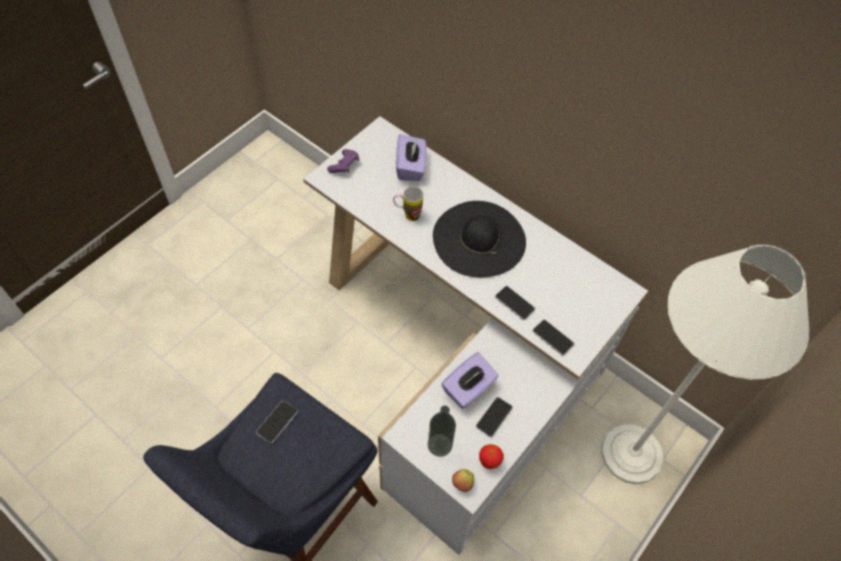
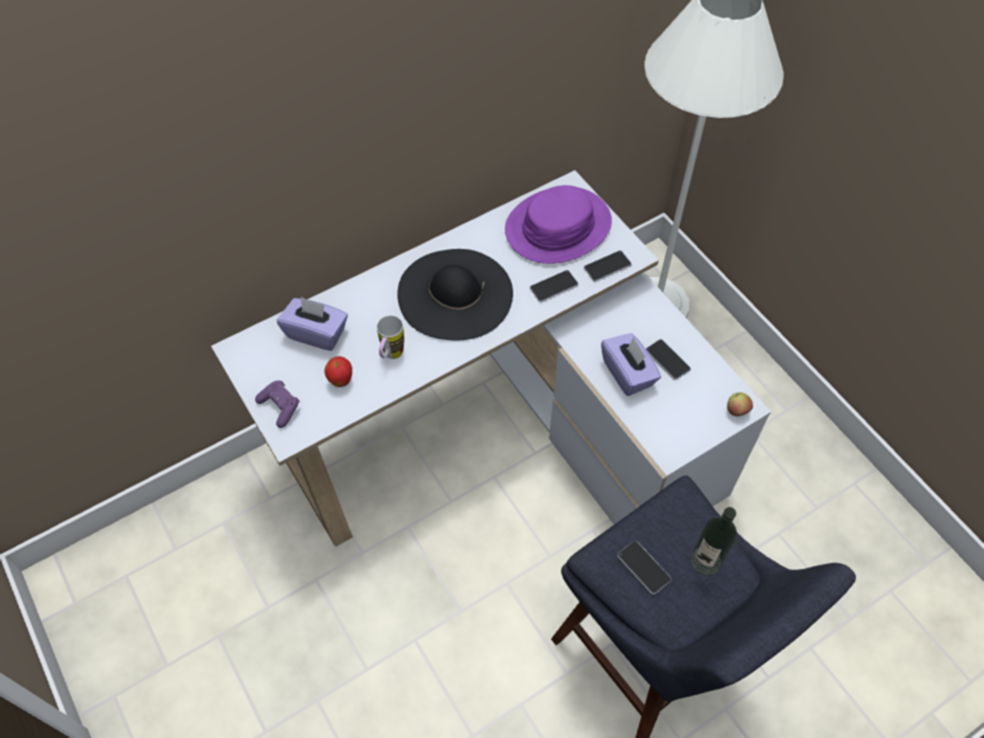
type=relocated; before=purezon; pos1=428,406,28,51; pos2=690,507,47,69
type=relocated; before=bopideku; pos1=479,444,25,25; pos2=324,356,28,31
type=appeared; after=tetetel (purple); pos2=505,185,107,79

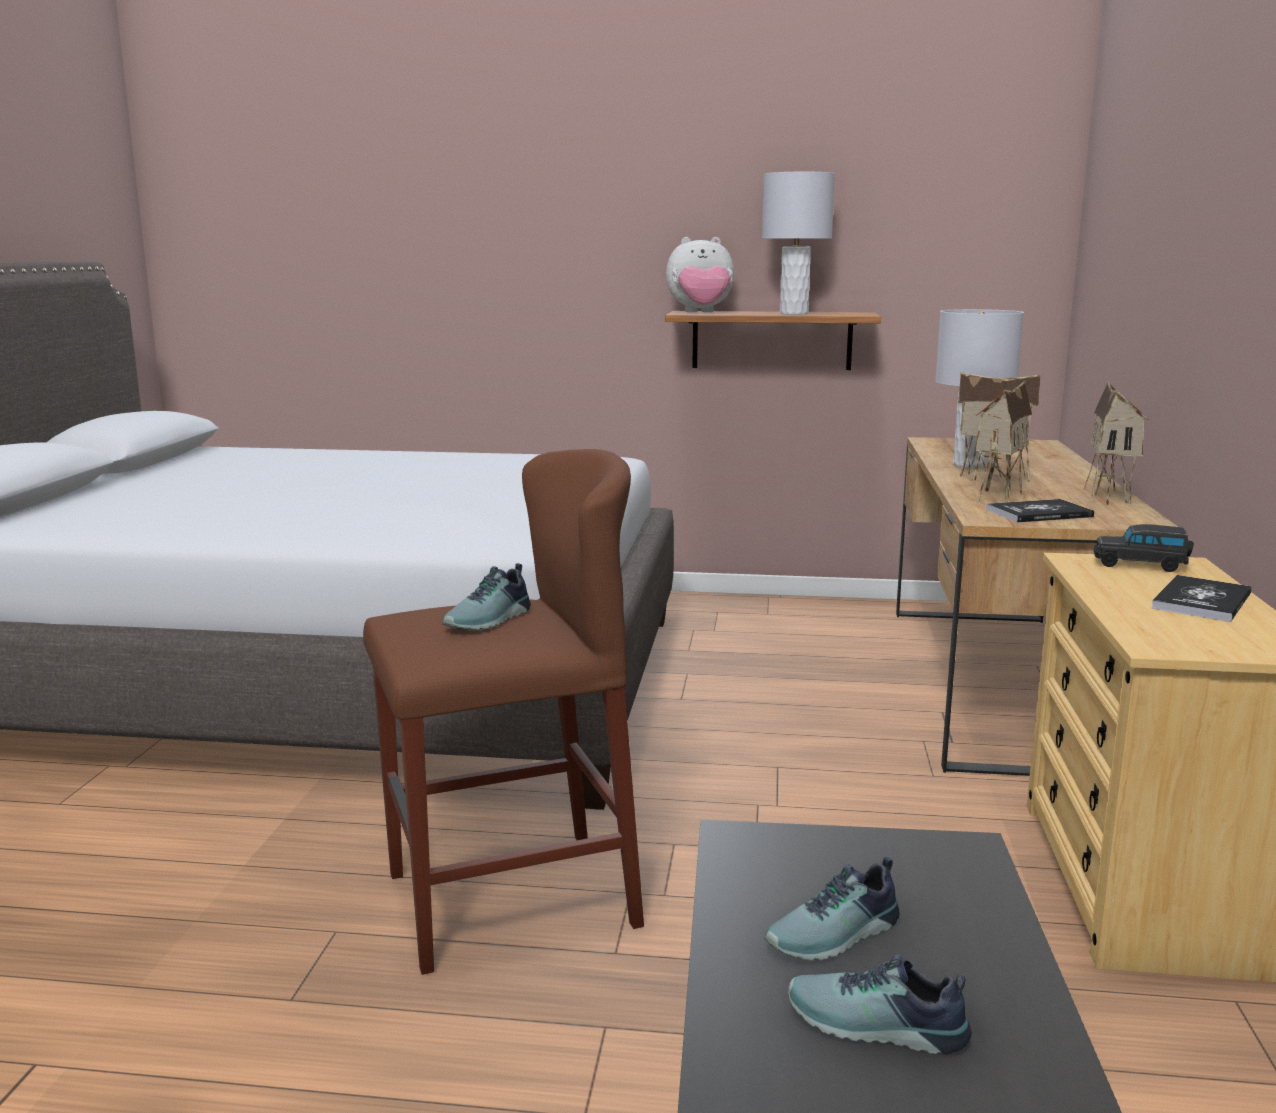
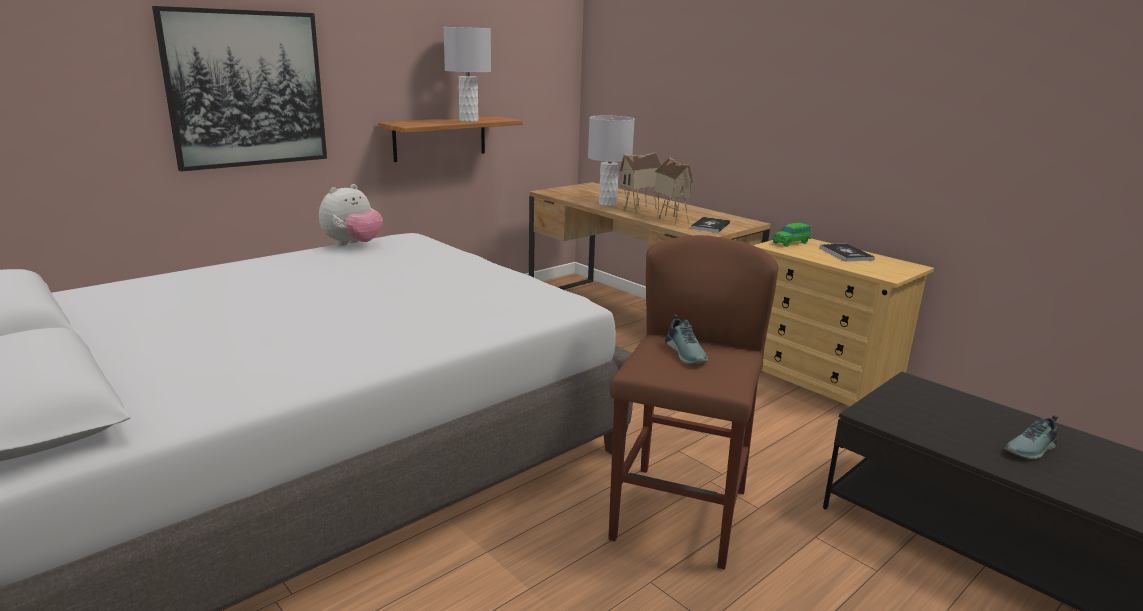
type=relocated; before=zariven; pos1=666,237,68,75; pos2=319,184,64,62
type=missing; before=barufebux; pos1=1084,381,65,124
type=colour; before=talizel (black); after=talizel (green); pos1=1094,524,100,48; pos2=772,223,39,24
type=missing; before=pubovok; pos1=764,856,136,105
type=appeared; after=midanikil; pos2=152,6,175,166

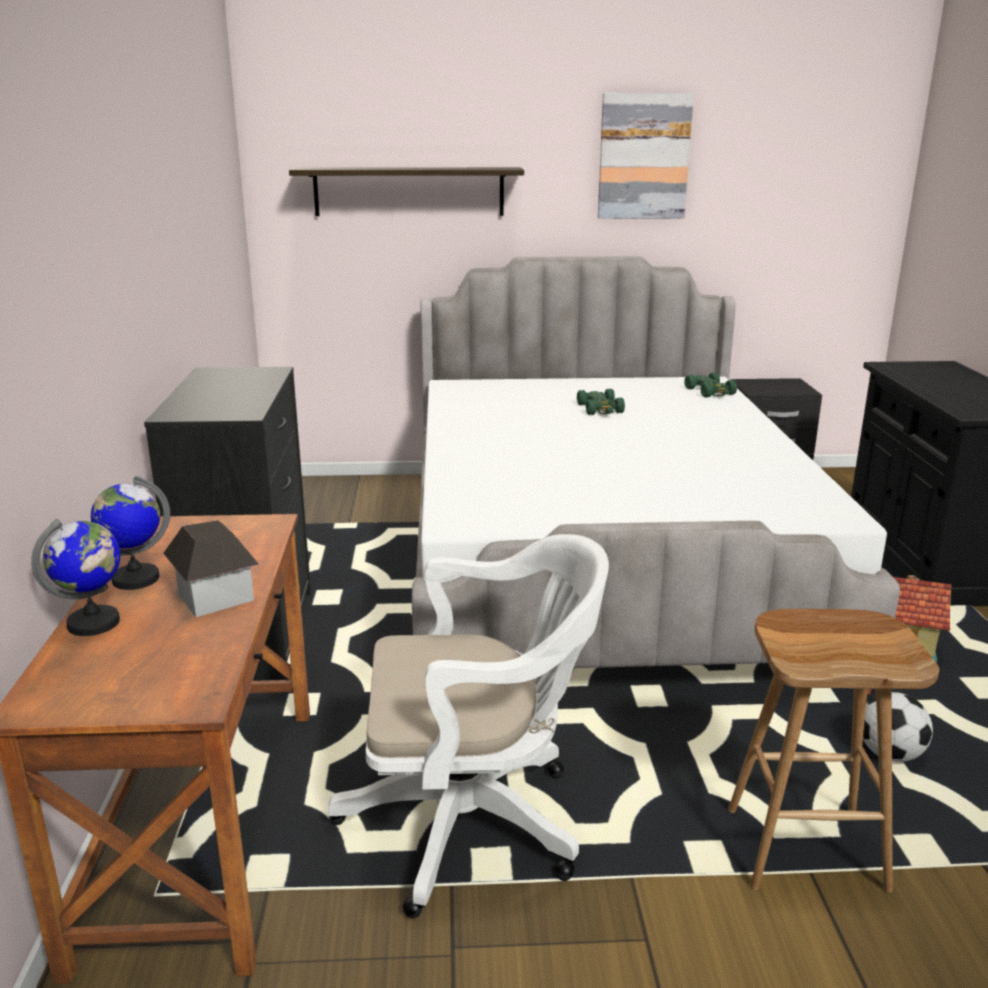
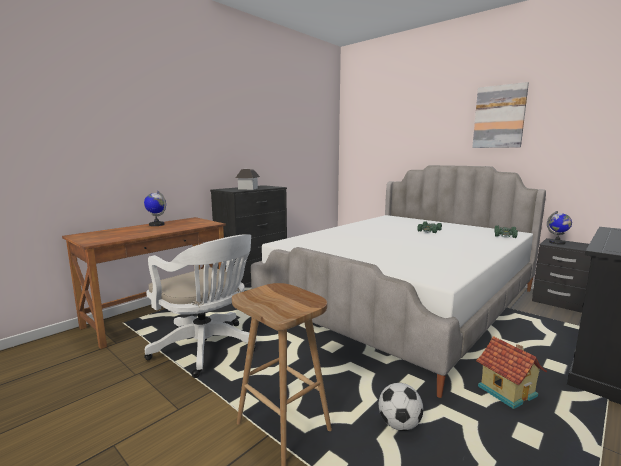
type=missing; before=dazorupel; pos1=289,167,235,49
type=relocated; before=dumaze; pos1=31,519,89,117; pos2=547,211,25,34
type=relocated; before=barufebux; pos1=163,520,96,97; pos2=236,169,24,21

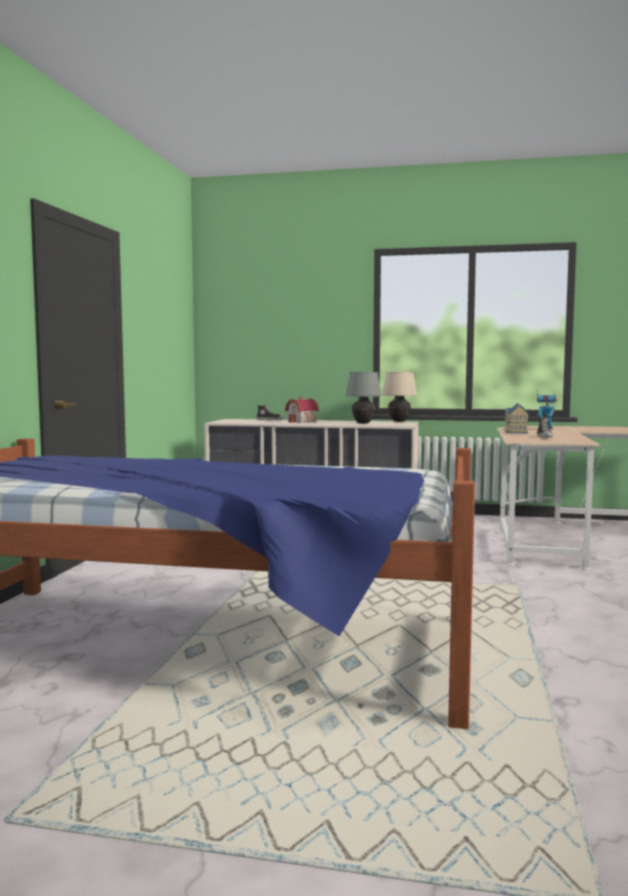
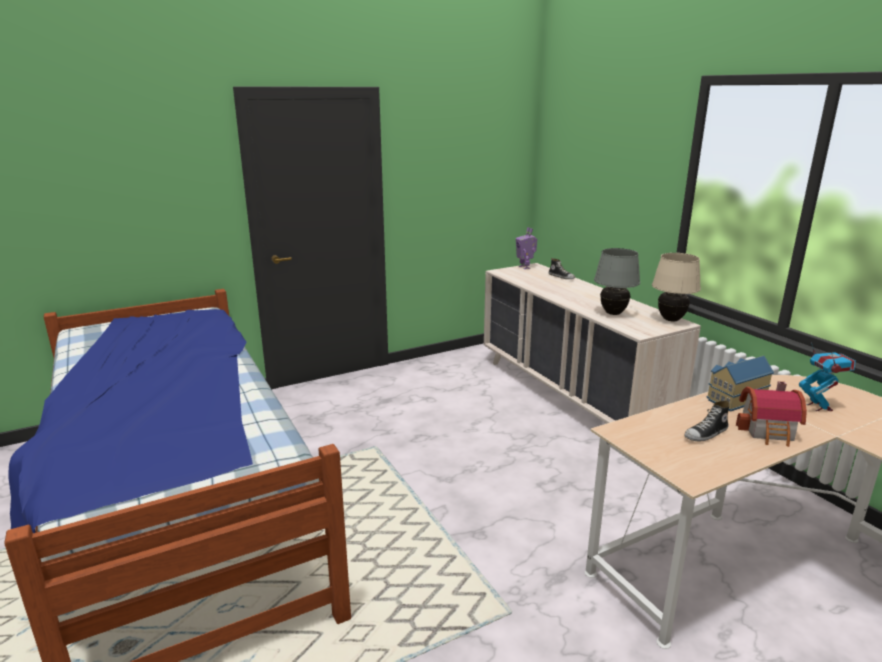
type=relocated; before=barufebux; pos1=285,397,34,26; pos2=736,381,71,66
type=appeared; after=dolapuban; pos2=516,227,21,42

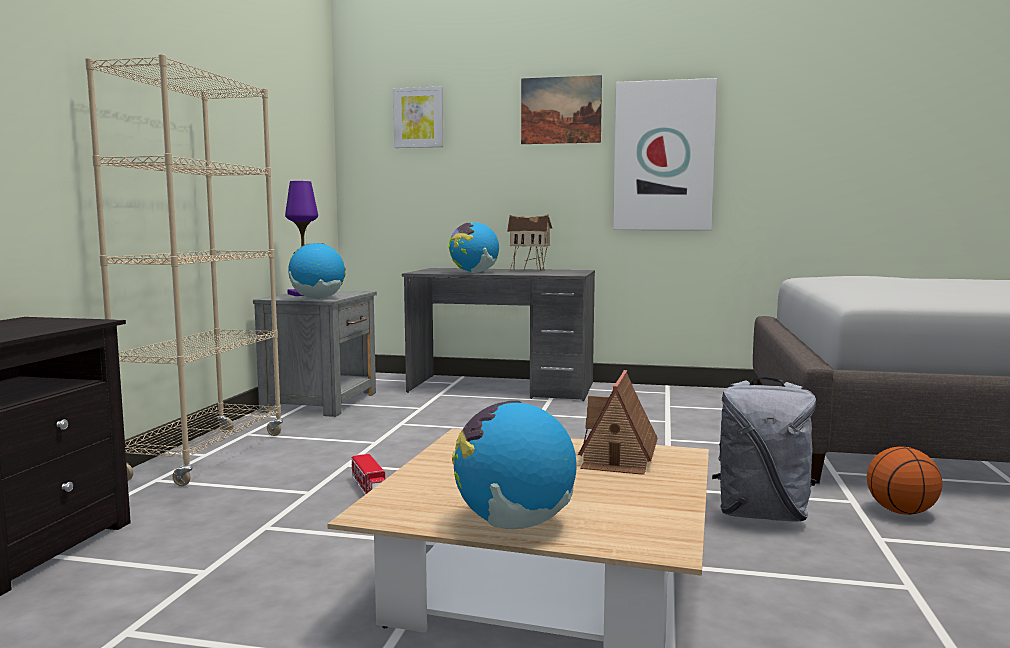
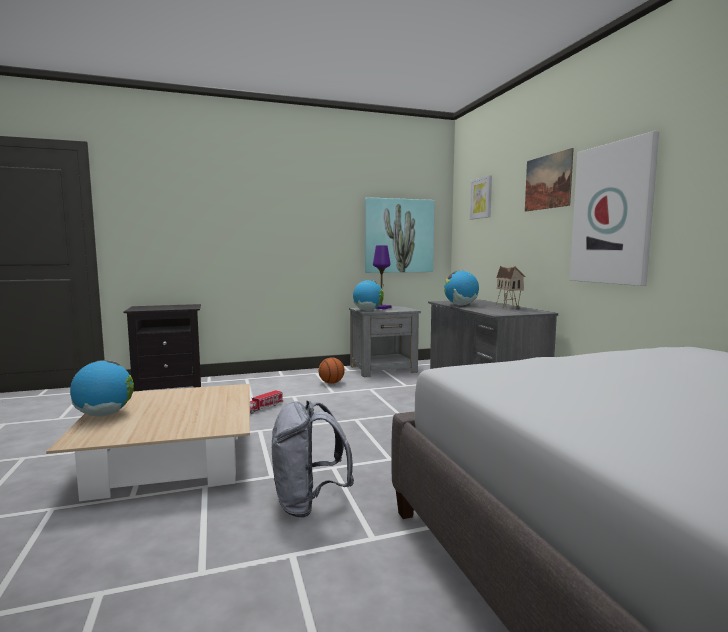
type=missing; before=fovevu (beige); pos1=85,54,198,432
type=missing; before=barufebux; pos1=578,370,80,105
type=relocated; before=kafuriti; pos1=867,447,75,68; pos2=318,357,27,27
type=appeared; after=midanikil; pos2=365,197,70,76

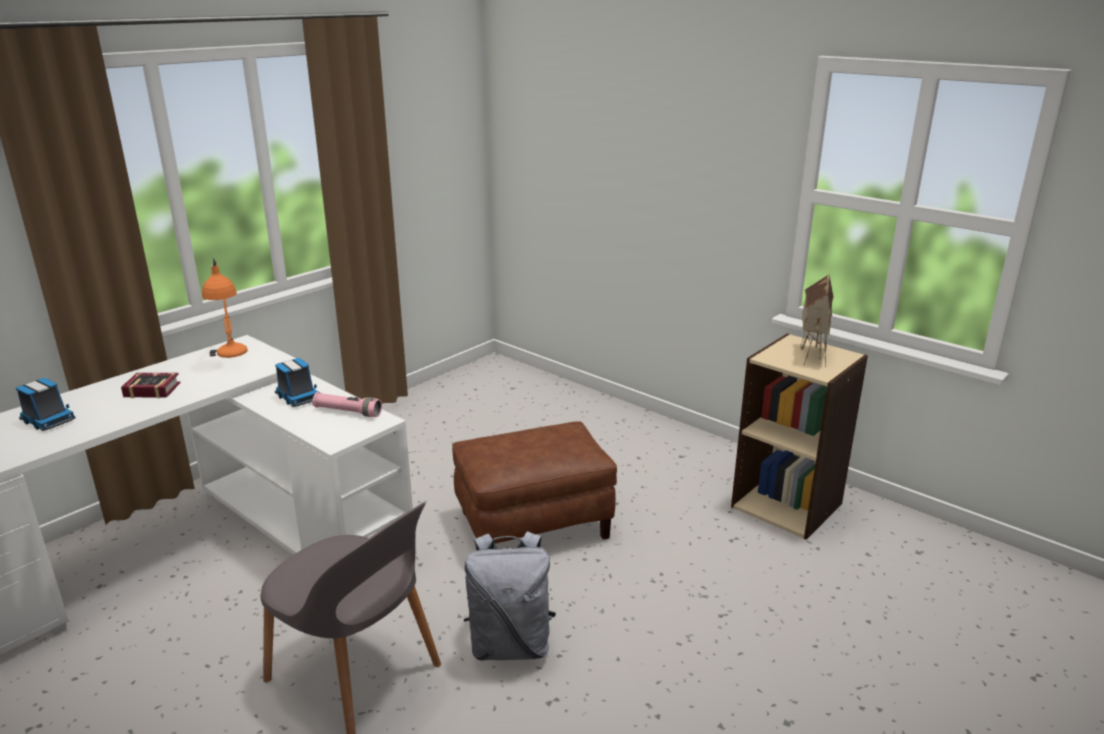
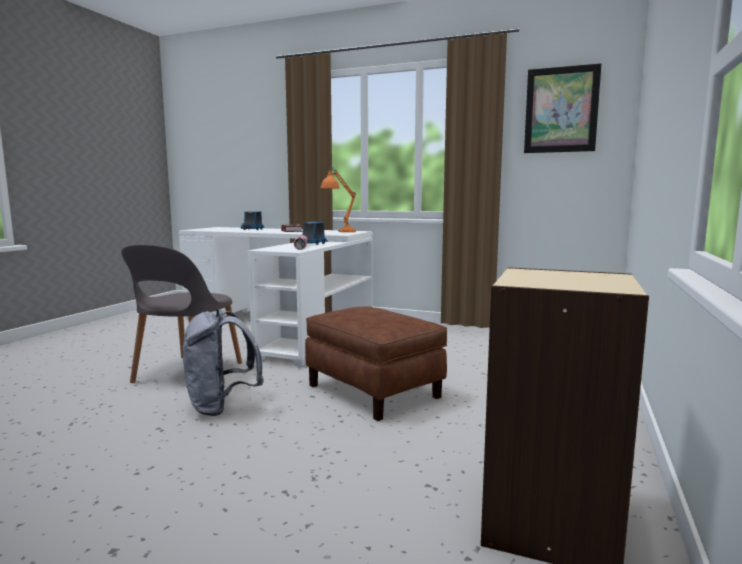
type=missing; before=barufebux; pos1=800,274,33,93
type=appeared; after=midanikil; pos2=524,63,77,90

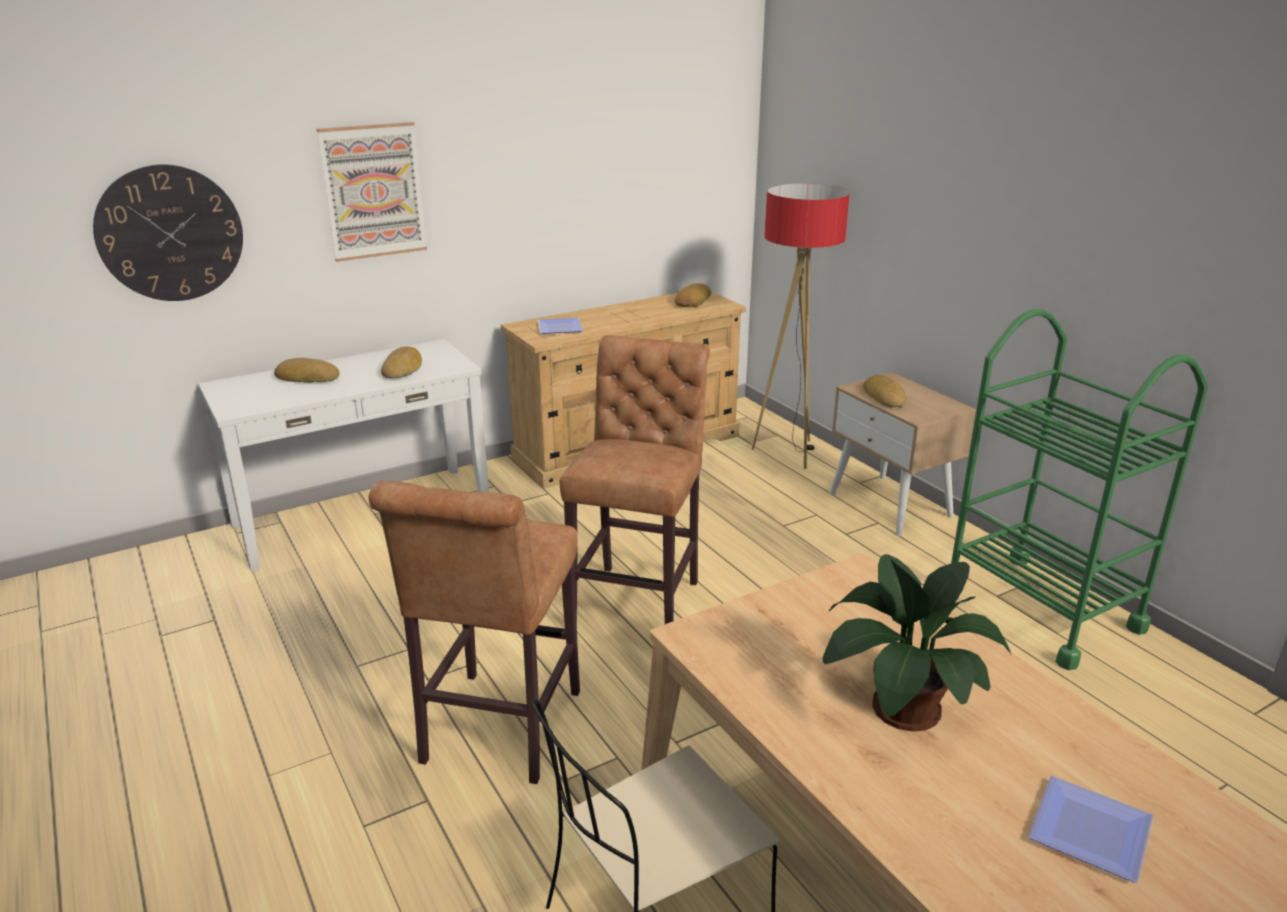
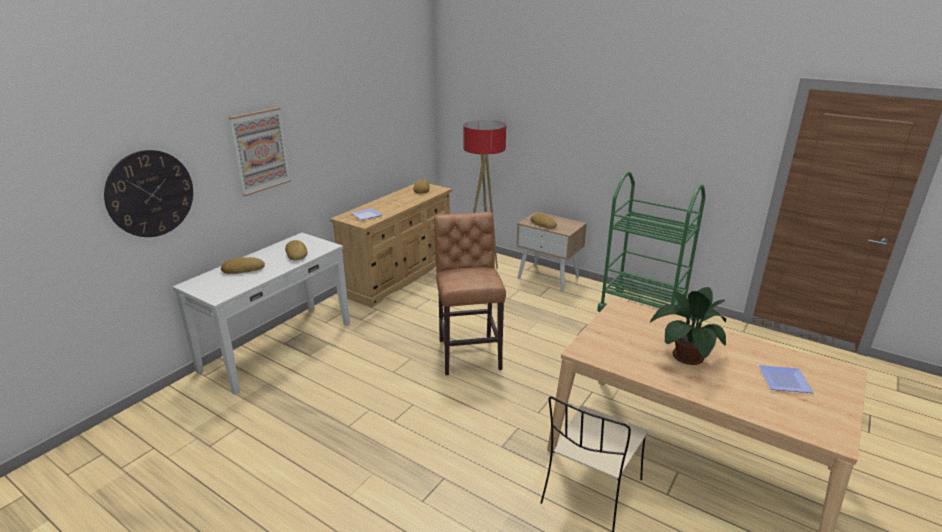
type=missing; before=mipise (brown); pos1=369,481,211,303

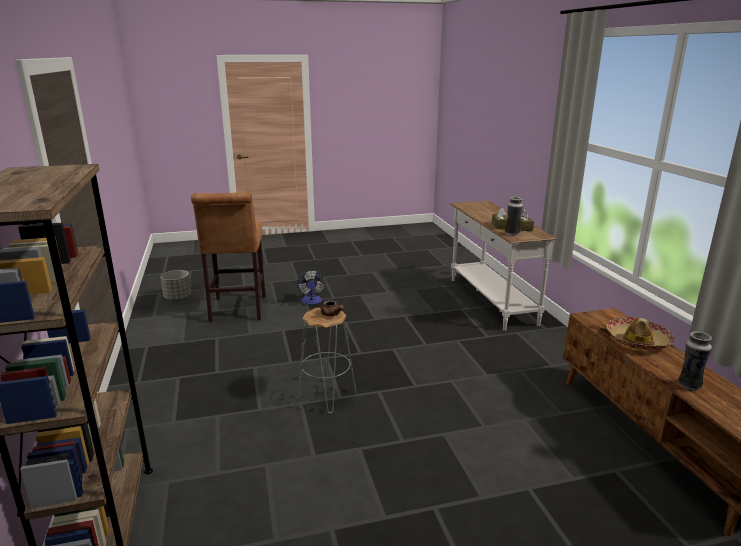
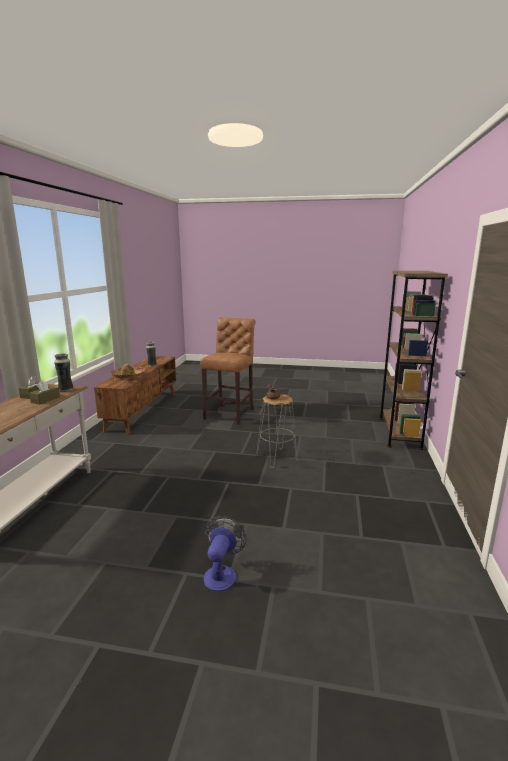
type=relocated; before=mipise (brown); pos1=191,192,75,130; pos2=200,317,56,108
type=missing; before=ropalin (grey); pos1=161,270,30,30

